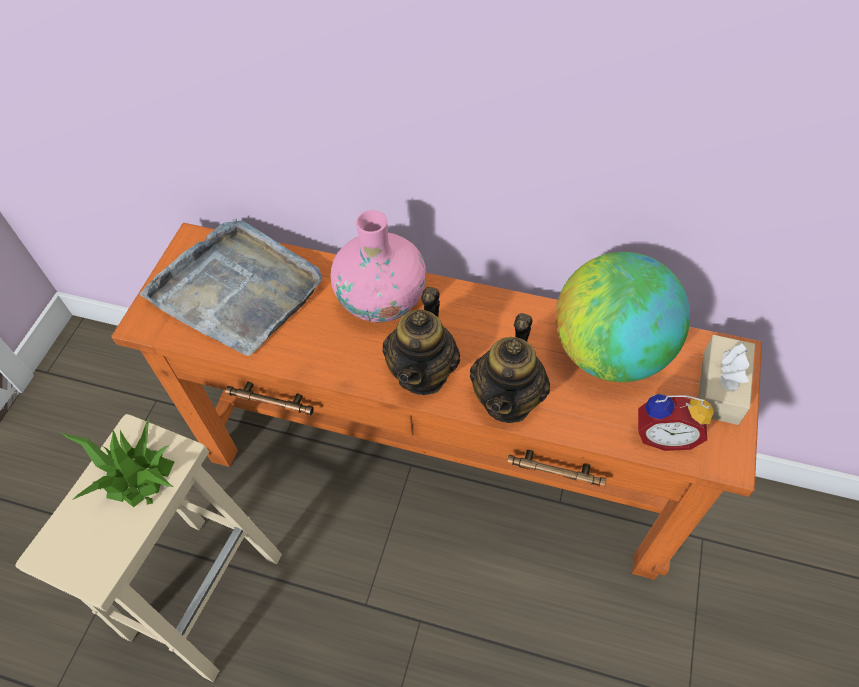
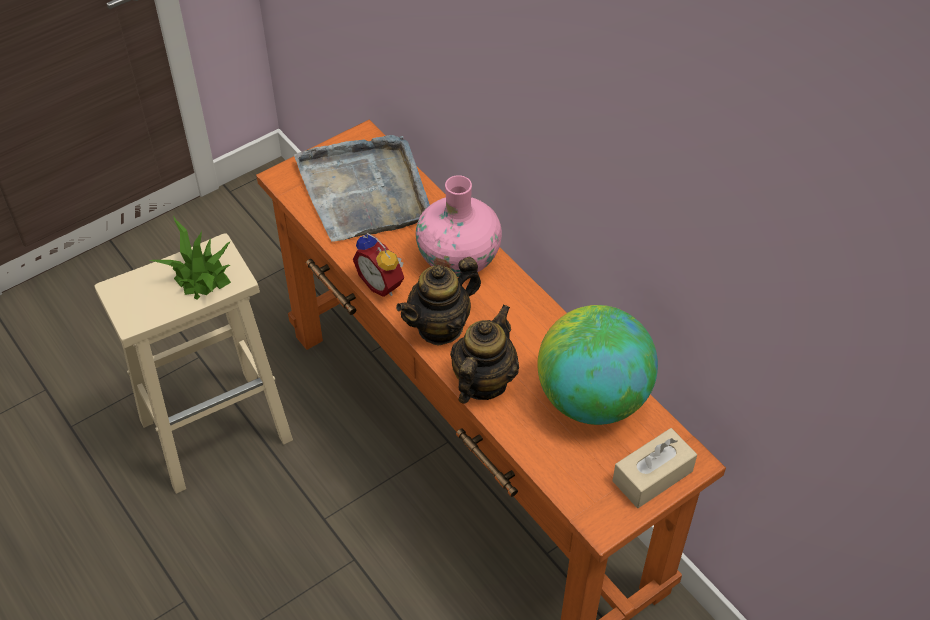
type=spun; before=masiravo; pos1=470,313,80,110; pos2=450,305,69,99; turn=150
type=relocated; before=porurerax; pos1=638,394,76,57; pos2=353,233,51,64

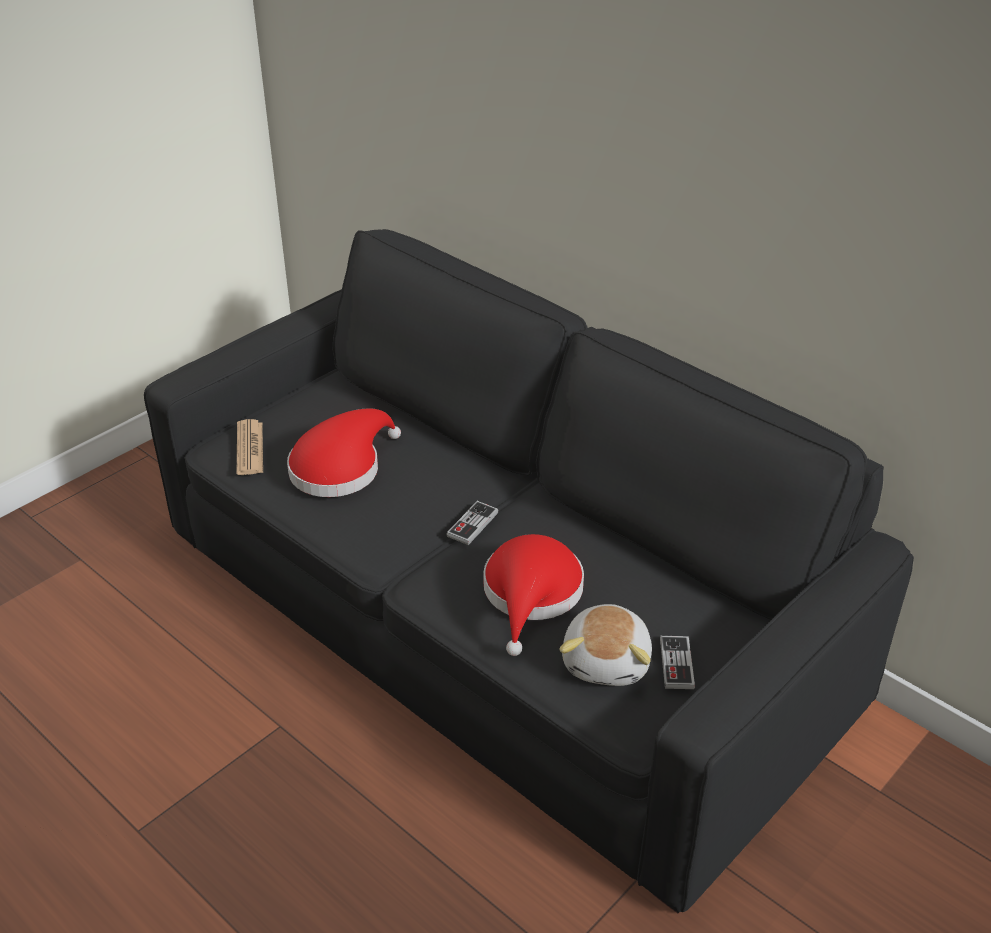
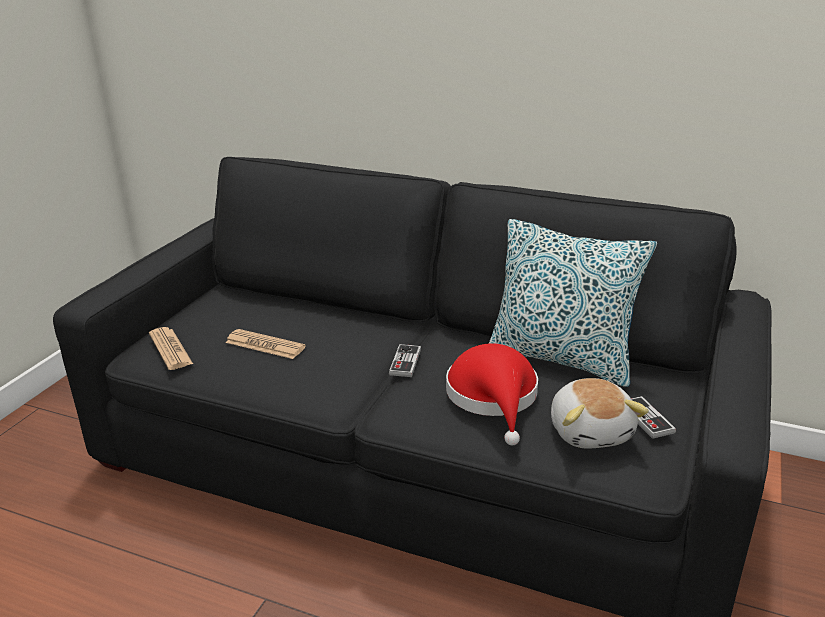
type=exchanged; before=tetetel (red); after=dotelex; pos1=287,409,114,88; pos2=225,329,81,30
type=appeared; after=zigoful; pos2=489,219,168,168

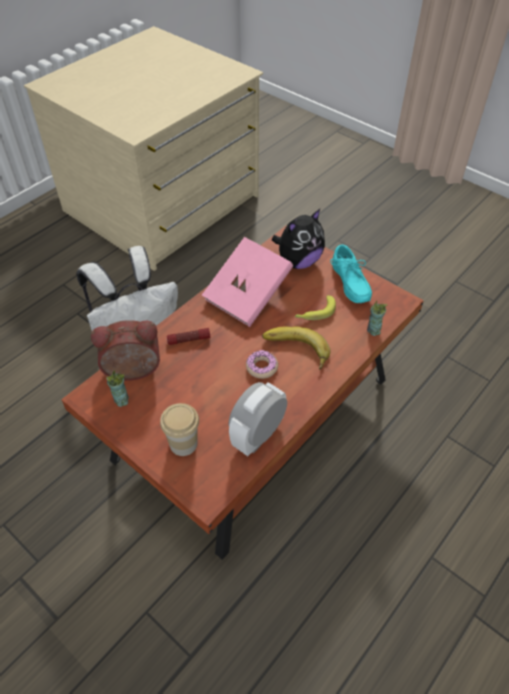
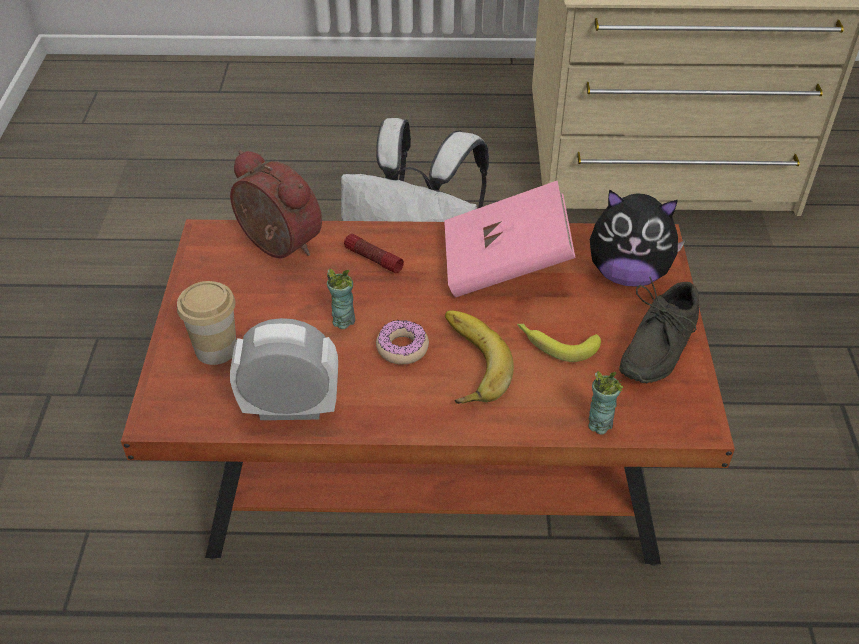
type=colour; before=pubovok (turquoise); after=pubovok (grey); pos1=330,245,42,58; pos2=619,277,80,107
type=relocated; before=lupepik; pos1=106,370,23,37; pos2=327,268,28,61

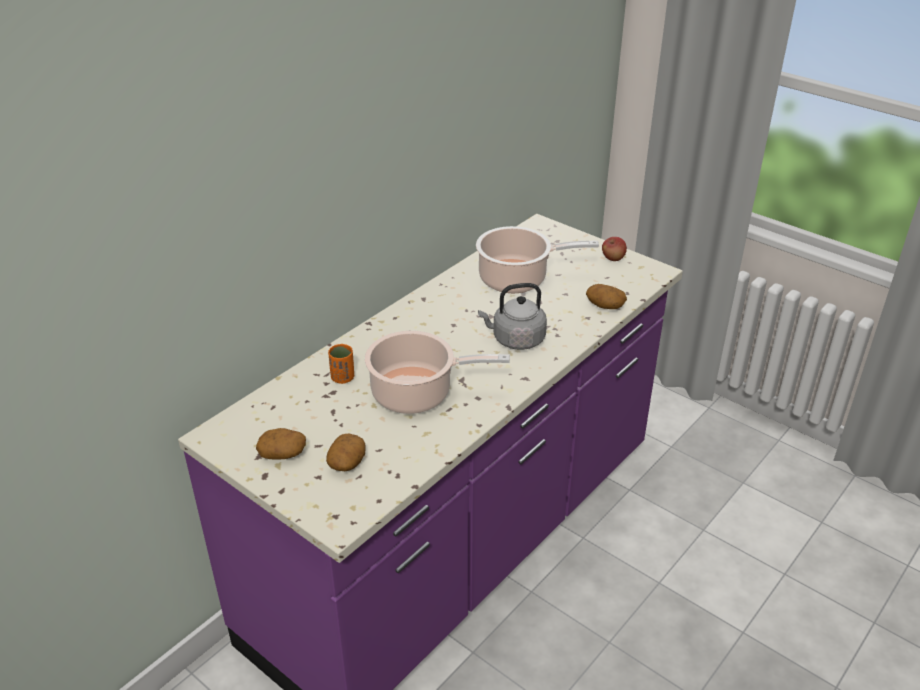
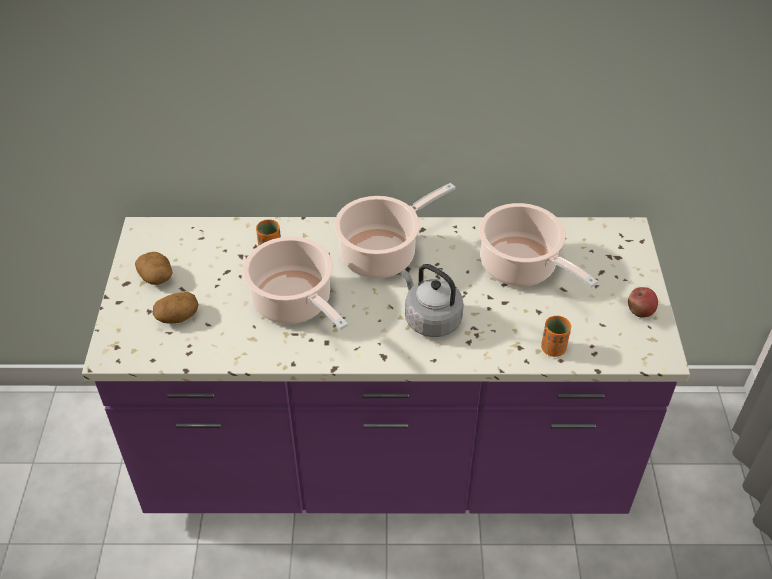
type=exchanged; before=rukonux; after=lupepik (orange); pos1=586,284,41,25; pos2=541,315,30,42
type=appeared; after=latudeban; pos2=334,183,122,95

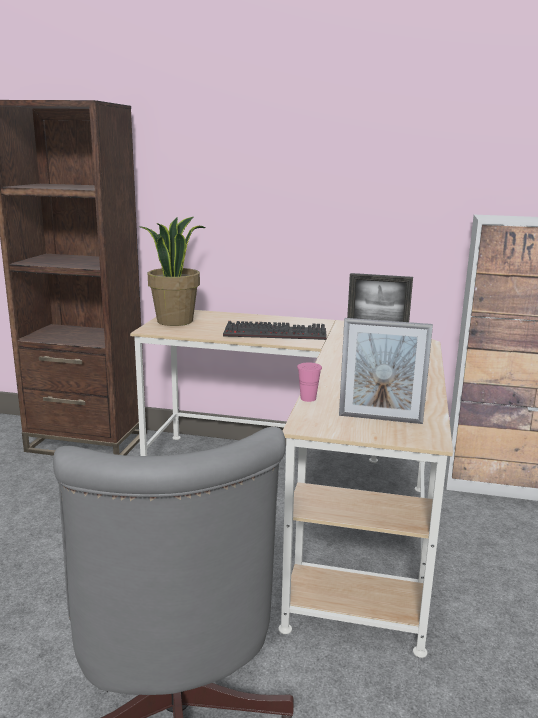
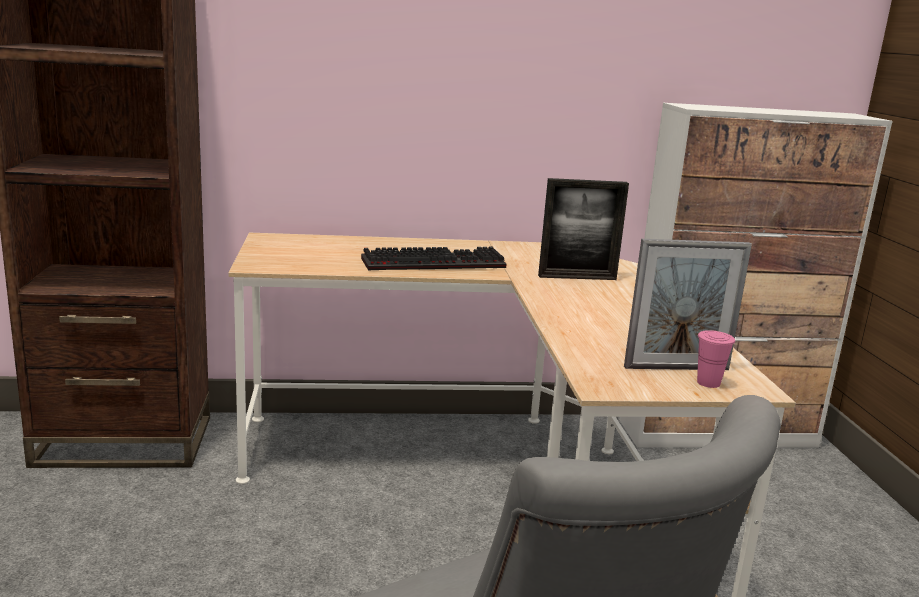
type=missing; before=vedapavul; pos1=139,217,67,109
type=relocated; before=lupepik (pink); pos1=297,363,25,39; pos2=697,330,38,58

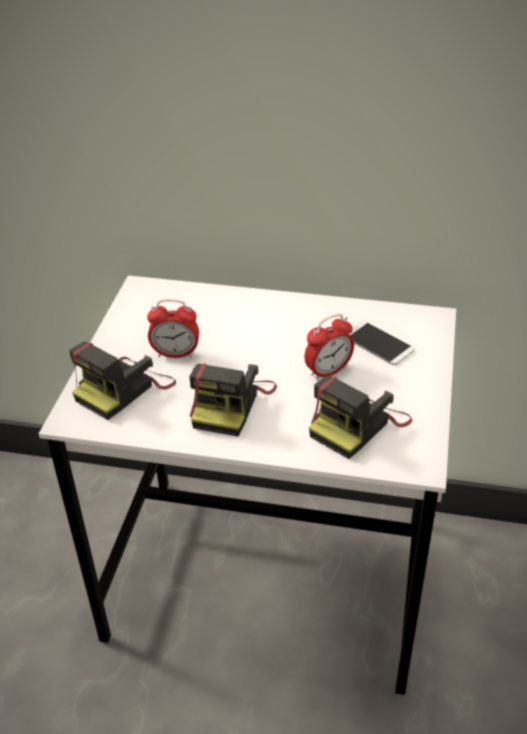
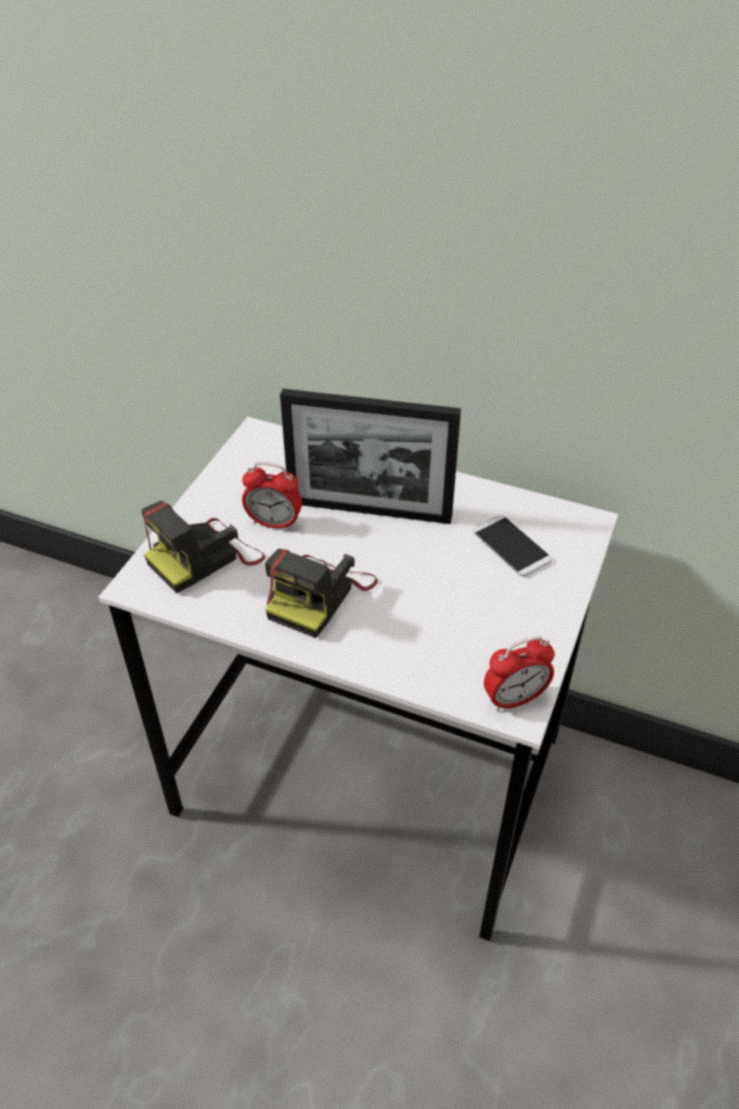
type=relocated; before=porurerax; pos1=304,314,50,67; pos2=484,636,71,76
type=missing; before=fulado; pos1=309,375,103,84
type=appeared; after=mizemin; pos2=280,389,181,135

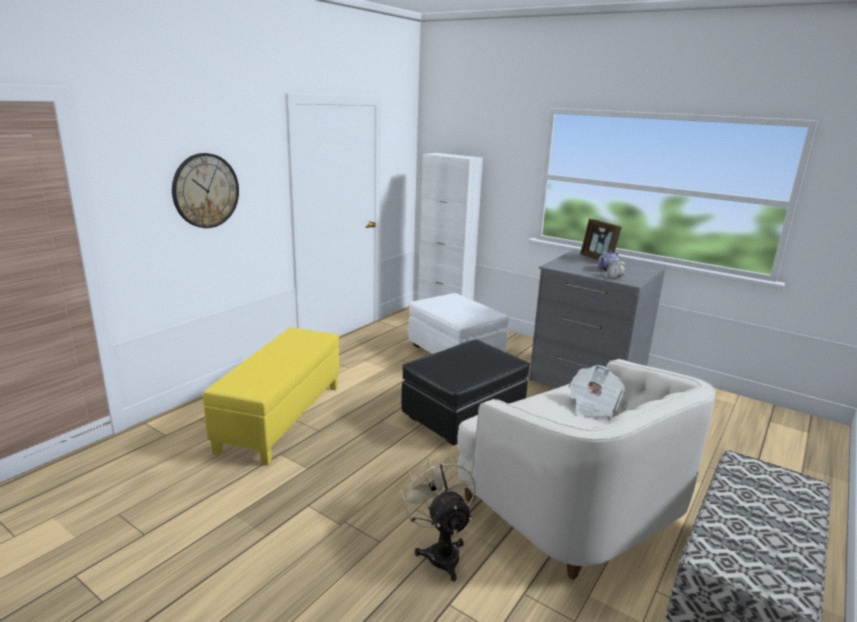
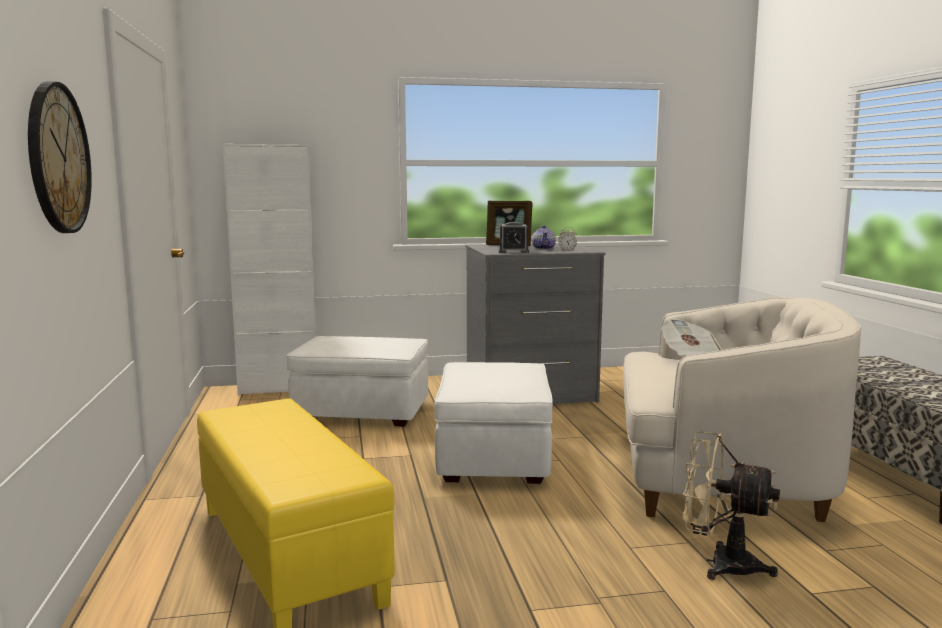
type=colour; before=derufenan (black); after=derufenan (white); pos1=401,340,129,105; pos2=434,362,119,122
type=appeared; after=porurerax; pos2=499,222,30,31

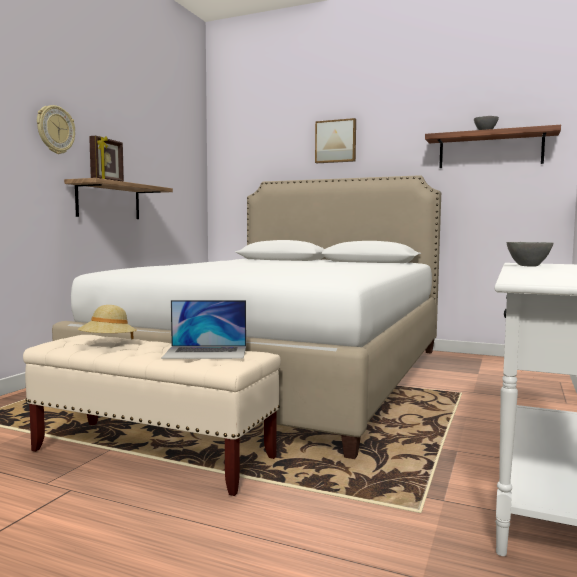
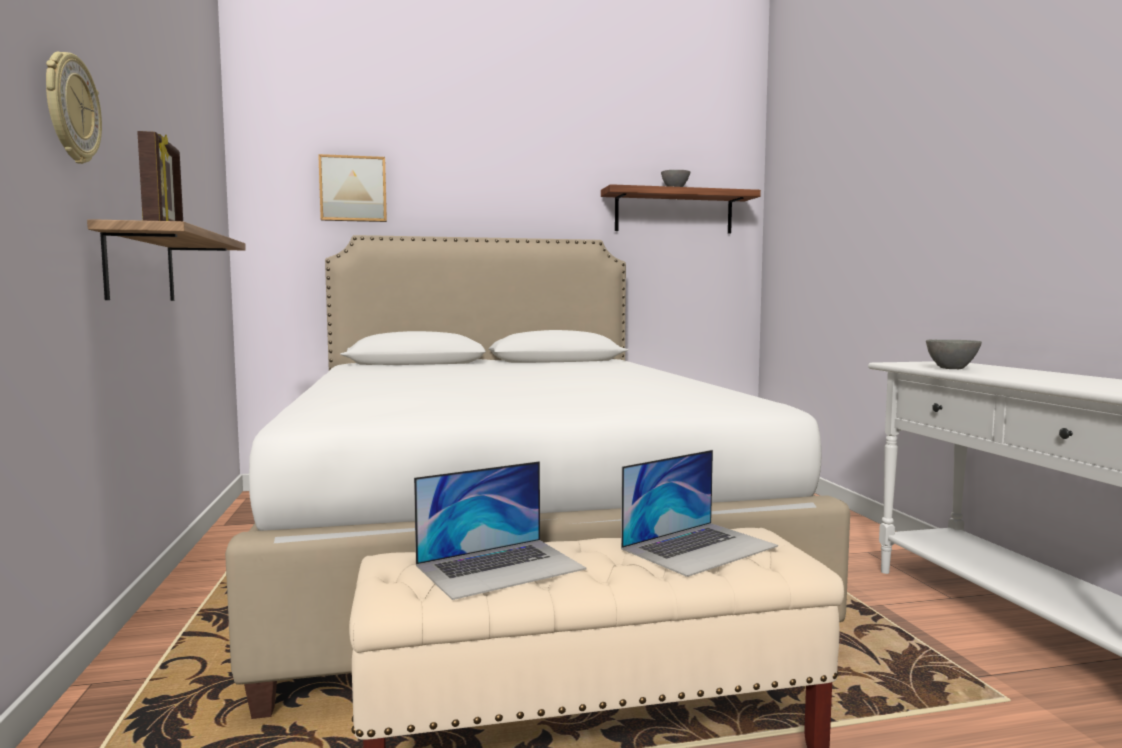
type=relocated; before=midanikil; pos1=315,118,41,45; pos2=318,154,69,68
type=exchanged; before=tetetel (beige); after=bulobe; pos1=78,305,59,34; pos2=414,461,172,139

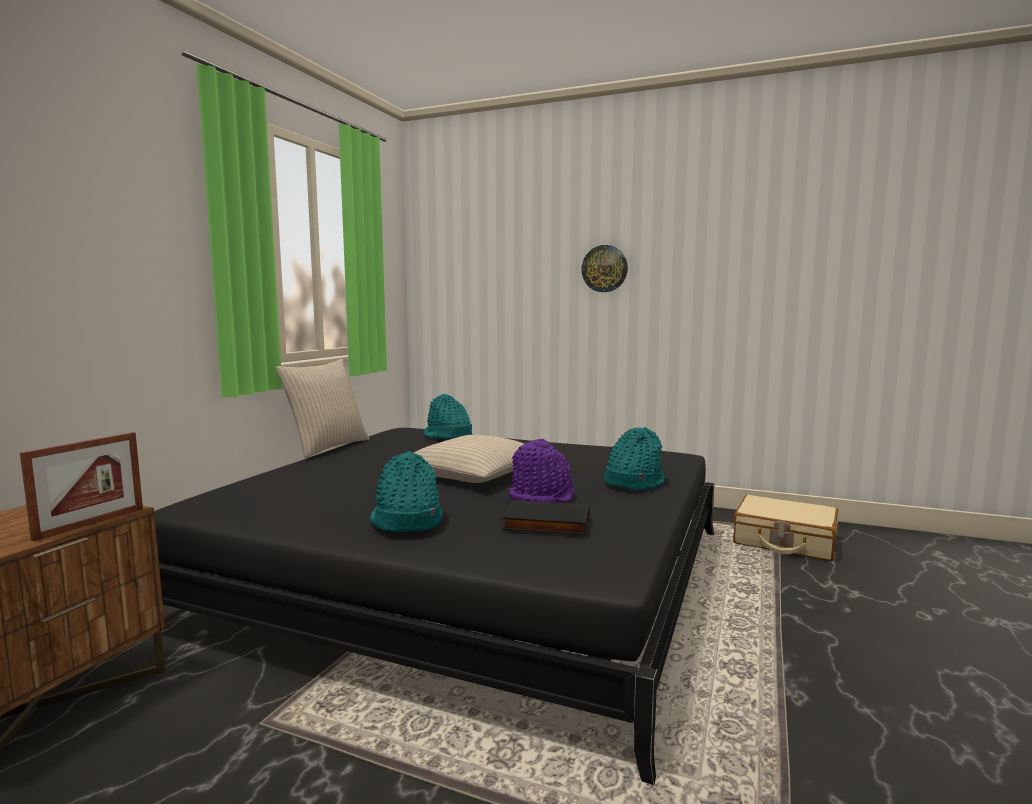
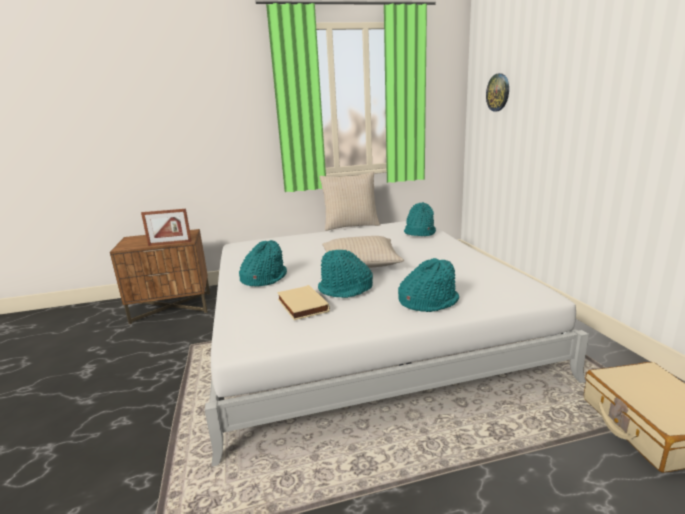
type=relocated; before=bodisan; pos1=581,245,47,47; pos2=486,73,23,39
type=colour; before=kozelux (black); after=kozelux (white); pos1=154,428,560,357; pos2=205,221,384,245
type=colour; before=tetetel (purple); after=tetetel (turquoise); pos1=509,439,65,64; pos2=318,250,55,48
type=colour; before=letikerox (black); after=letikerox (beige); pos1=502,500,87,35; pos2=277,285,53,35

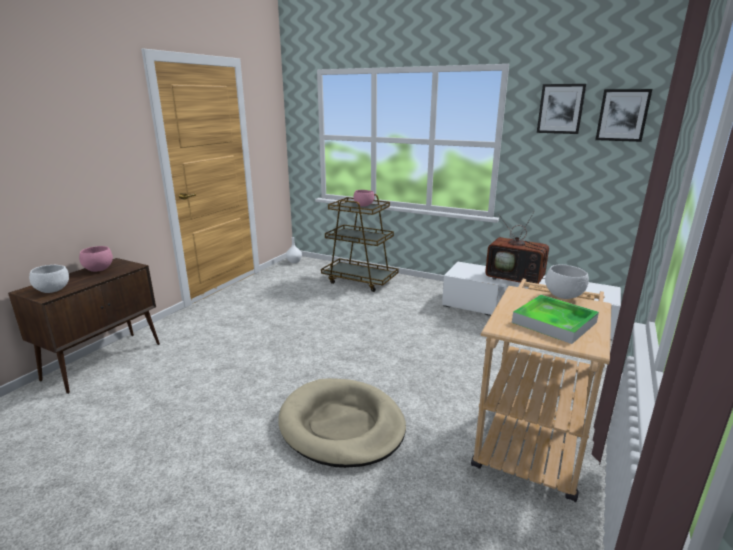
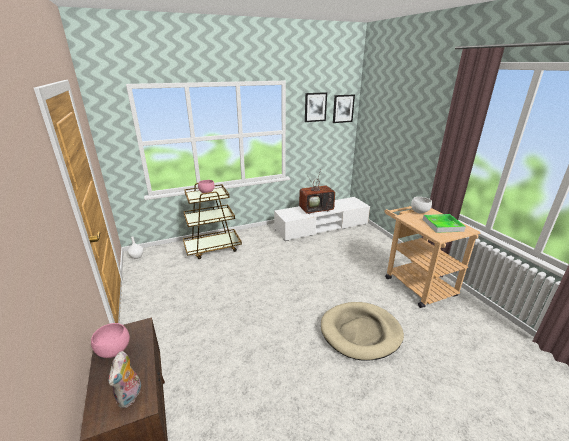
type=exchanged; before=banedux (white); after=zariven; pos1=29,265,40,28; pos2=108,351,33,57

